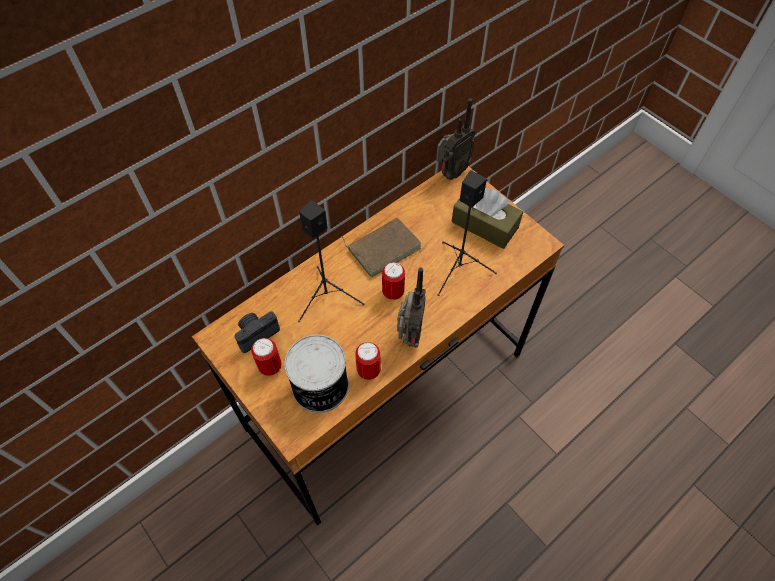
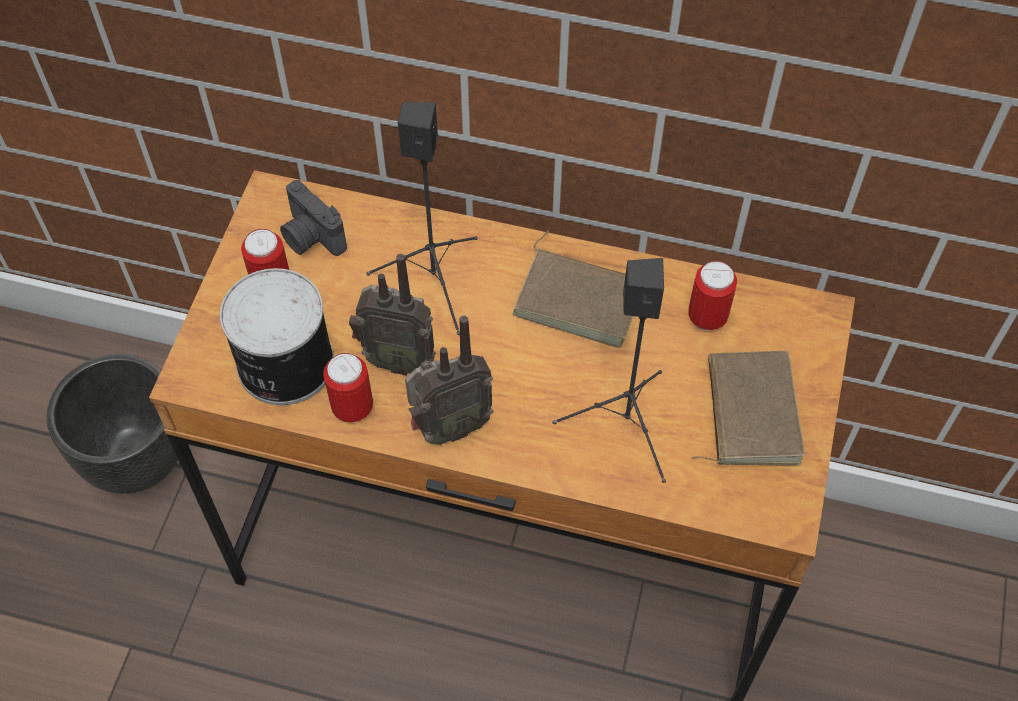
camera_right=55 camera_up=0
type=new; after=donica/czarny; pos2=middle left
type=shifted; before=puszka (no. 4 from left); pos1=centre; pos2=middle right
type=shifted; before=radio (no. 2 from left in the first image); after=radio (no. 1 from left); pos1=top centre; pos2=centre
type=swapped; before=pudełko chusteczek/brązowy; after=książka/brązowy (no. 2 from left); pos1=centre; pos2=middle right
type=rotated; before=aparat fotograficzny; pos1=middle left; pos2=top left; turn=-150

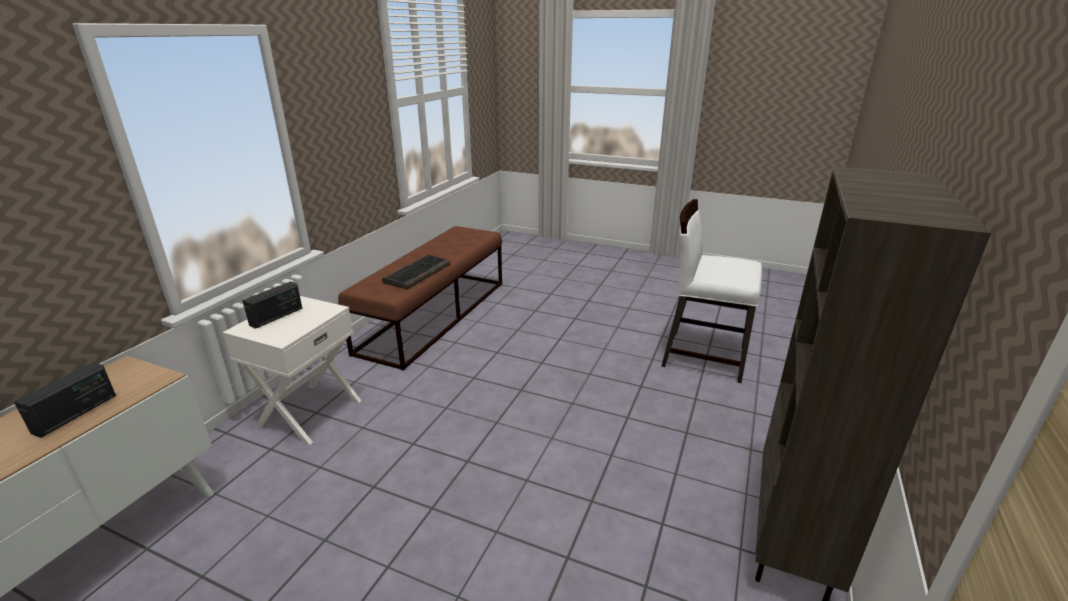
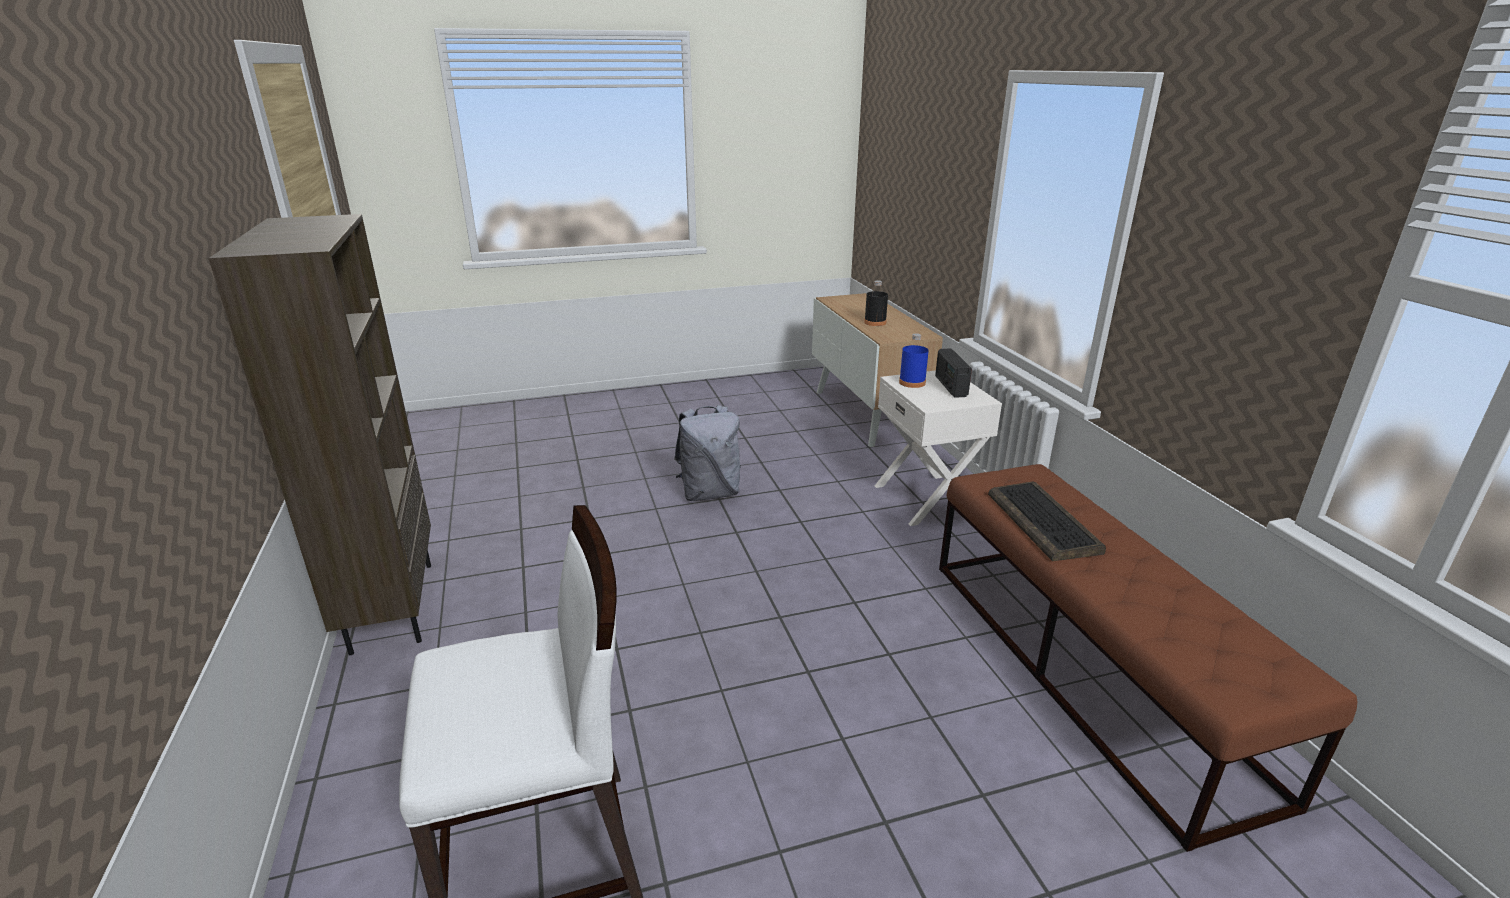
camera_right=140 camera_up=0
type=new; after=plecak/szary; pos2=centre
type=new; after=butelka/niebieski; pos2=centre
type=swapped; before=radio (no. 1 from left); after=butelka/czarny; pos1=middle left; pos2=centre

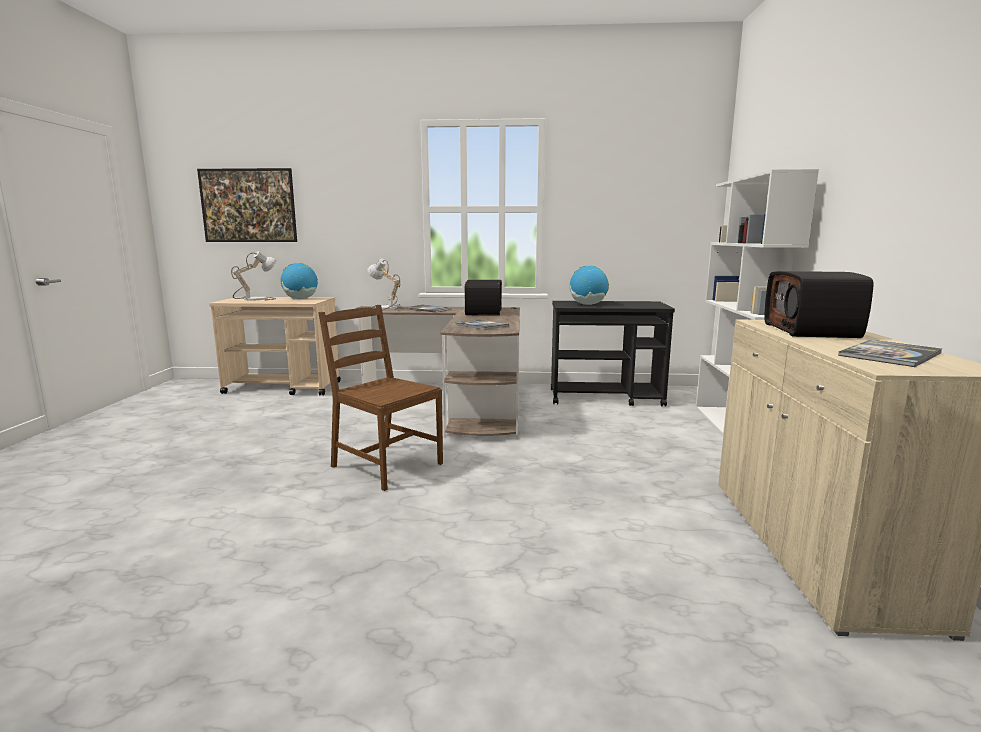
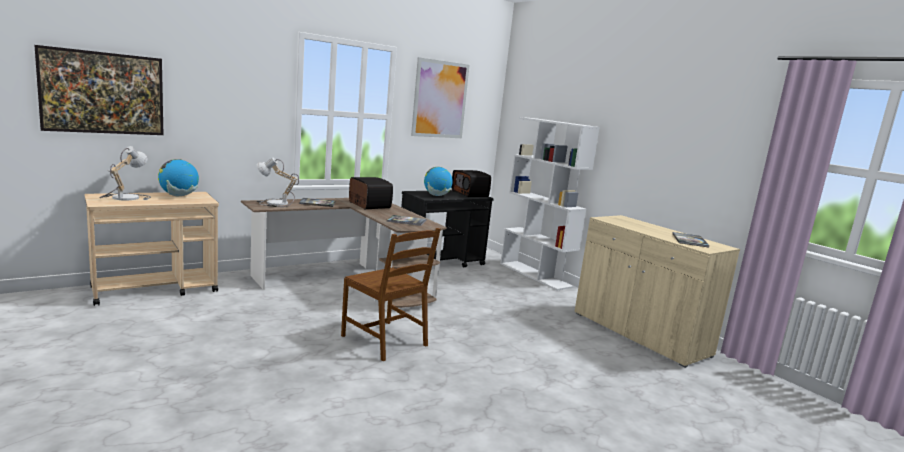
camera_right=-40 camera_up=0
type=new; after=obraz (no. 2 from left); pos2=top centre
type=shifted; before=radio (no. 2 from left); pos1=middle right; pos2=centre
type=rotated; before=krzesło/brązowy; pos1=centre; pos2=centre; turn=-135

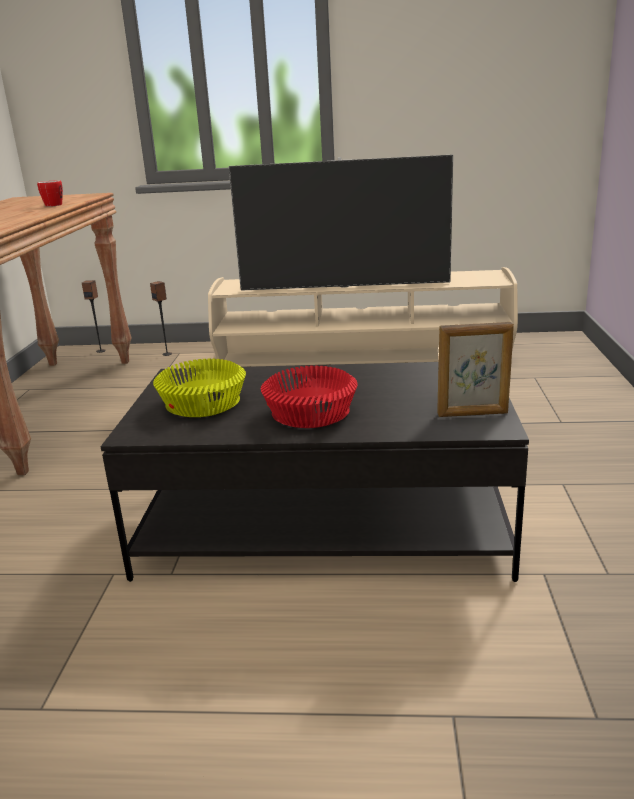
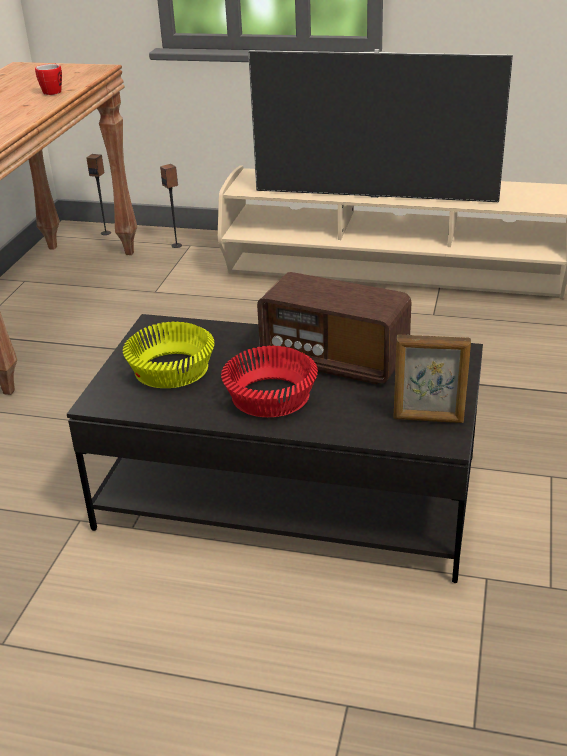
camera_right=10 camera_up=10
type=new; after=radio; pos2=centre

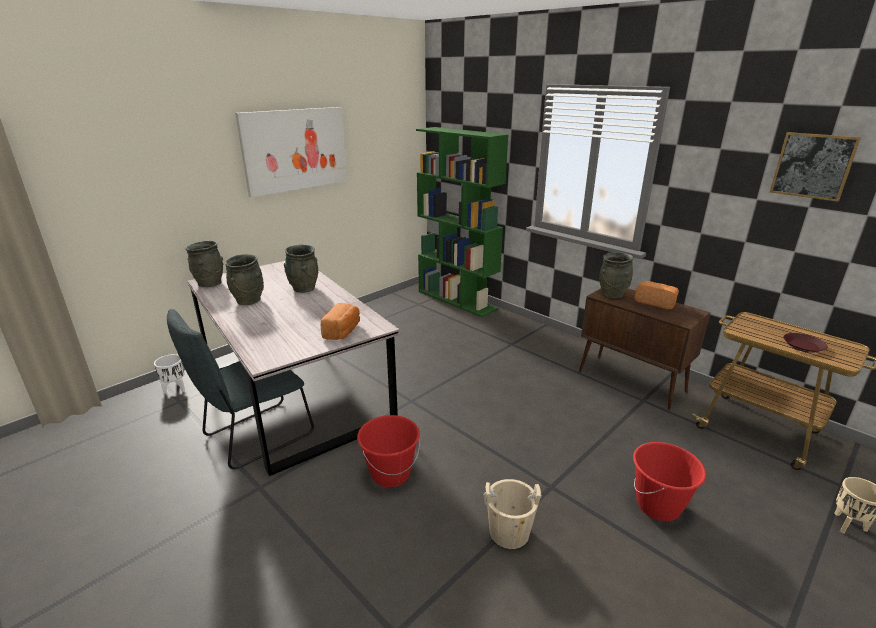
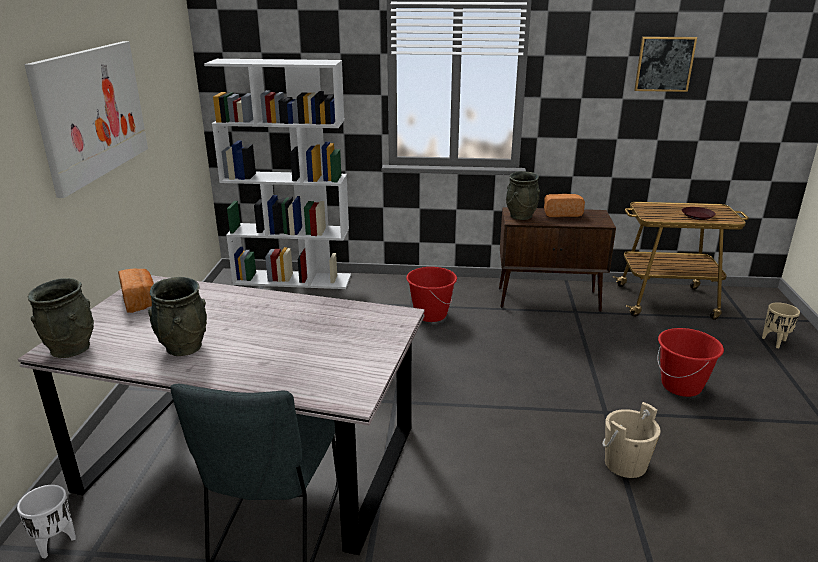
camera_right=-40 camera_up=0
type=gone; before=wazon/szary (no. 3 from left); pos1=centre
type=shifted; before=chleb (no. 1 from left); pos1=centre; pos2=middle left
type=shifted; before=wiadro/czerwony (no. 1 from left); pos1=bottom centre; pos2=centre
type=repainted; before=regał/zielony; after=regał/biały; pos1=centre; pos2=top centre

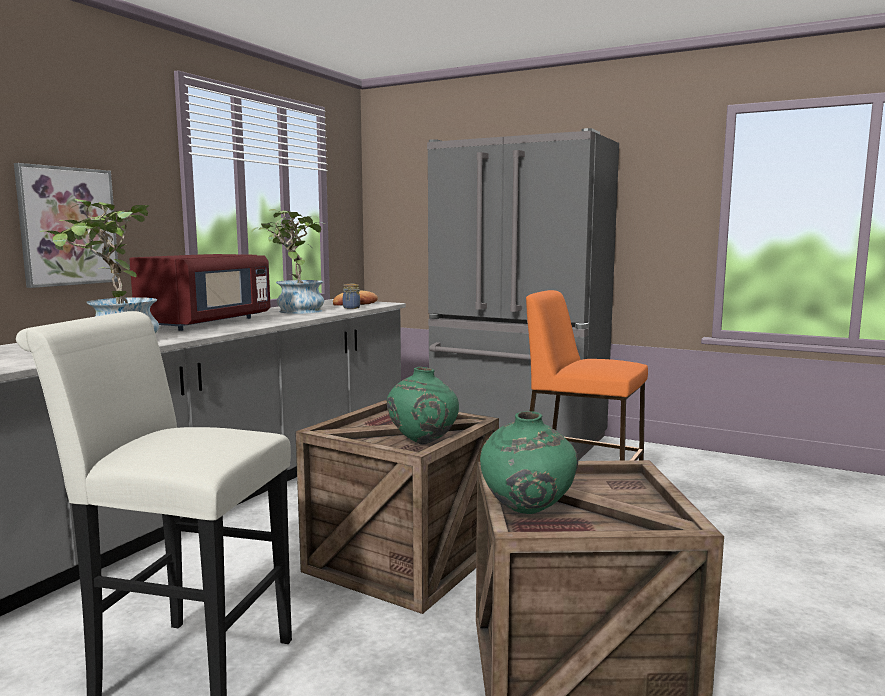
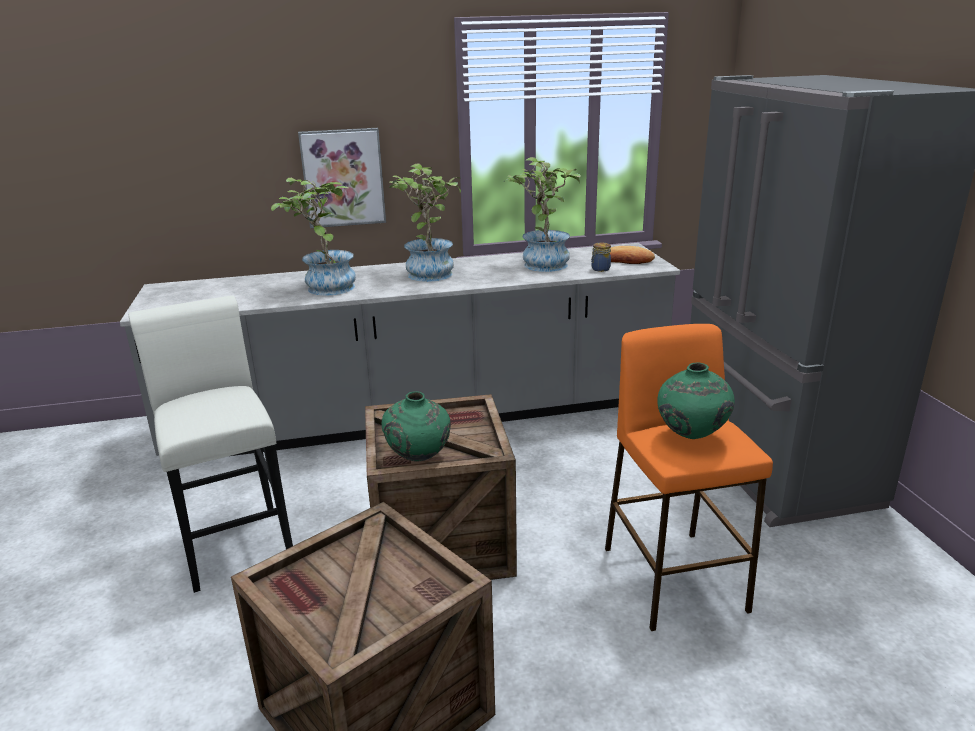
camera_right=50 camera_up=15
type=shifted; before=wazon/zielony (no. 2 from left); pos1=centre; pos2=middle right
type=swapped; before=mikrofalówka/czerwony; after=roślina doniczkowa (no. 2 from left); pos1=middle left; pos2=top centre

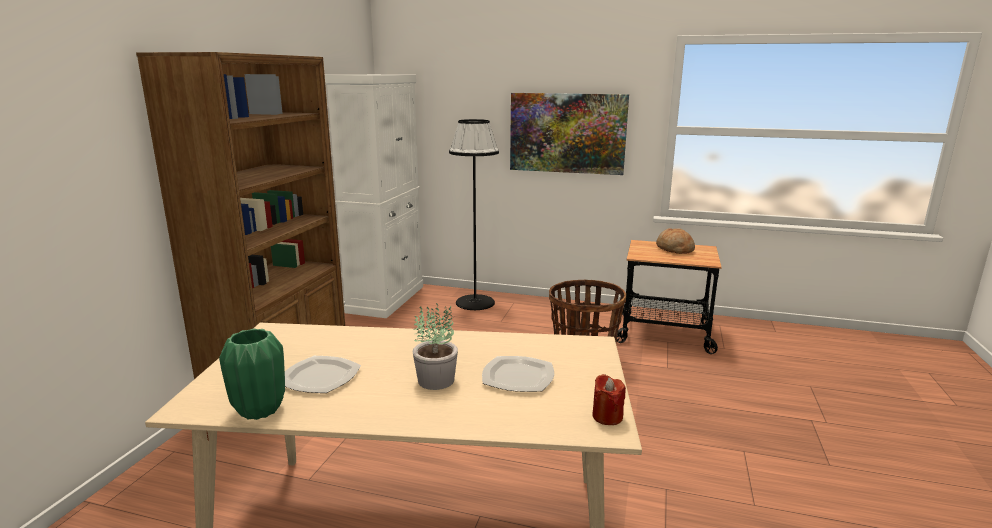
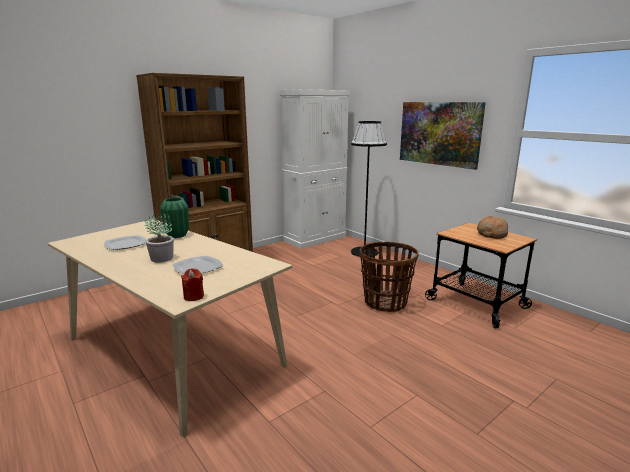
camera_right=35 camera_up=0
type=shifted; before=wazon/zielony; pos1=bottom left; pos2=middle left

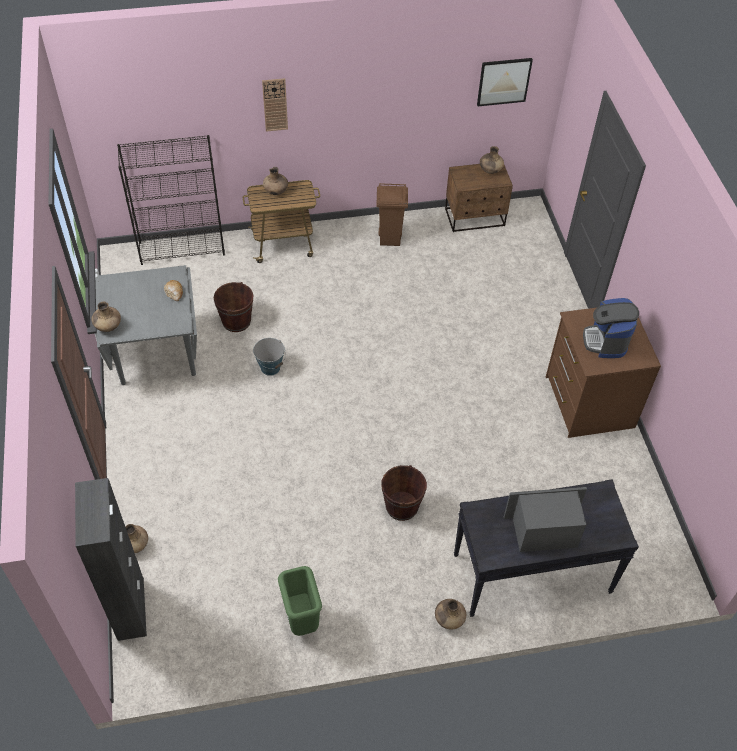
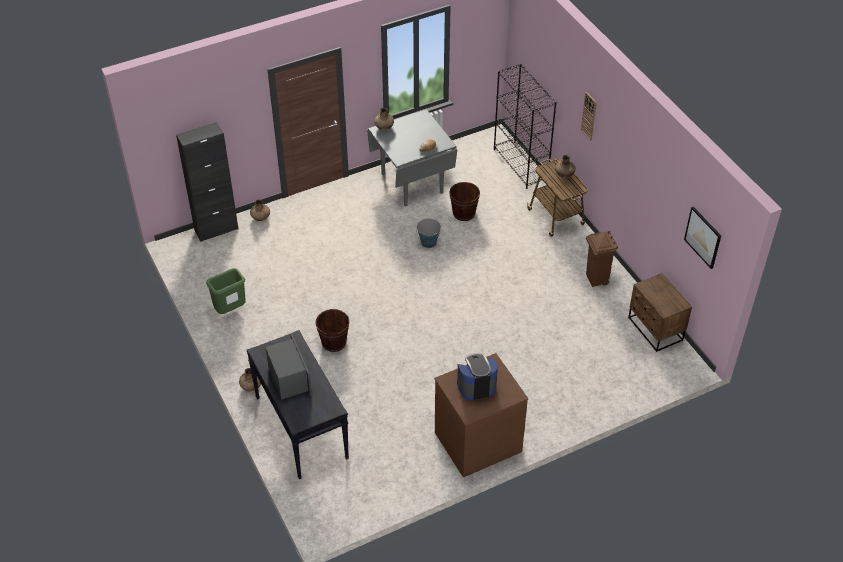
camera_right=75 camera_up=-5
type=gone; before=wazon/brązowy (no. 5 from left); pos1=top right

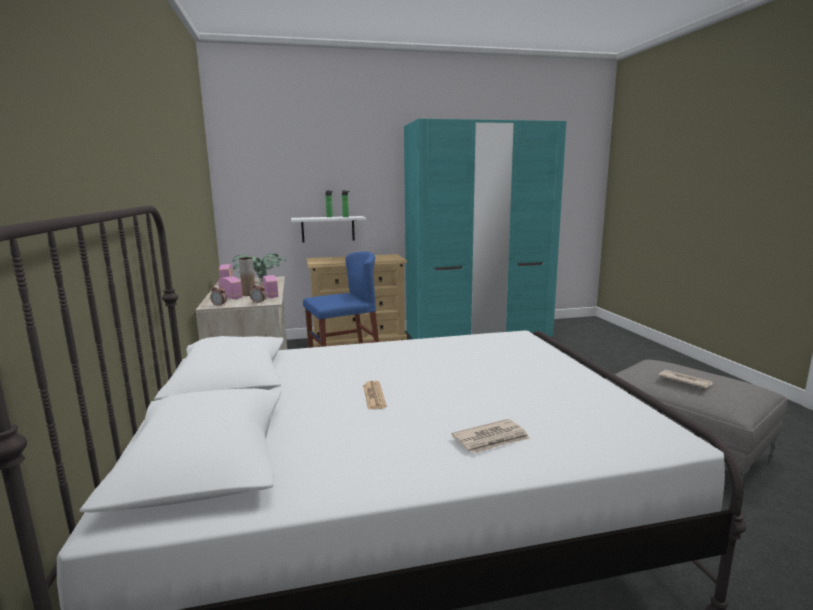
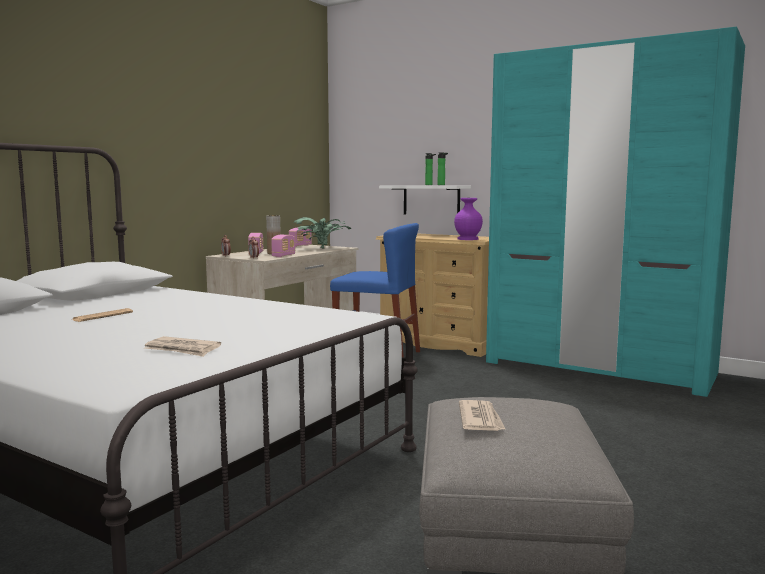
camera_right=45 camera_up=-5
type=new; after=wazon/fioletowy; pos2=centre
type=shifted; before=gazeta (no. 2 from left); pos1=bottom centre; pos2=middle left

